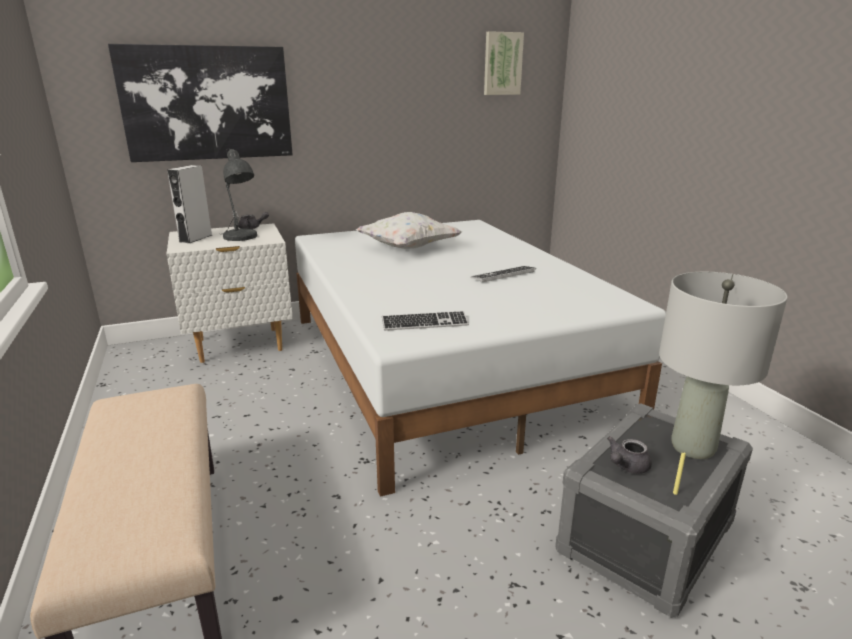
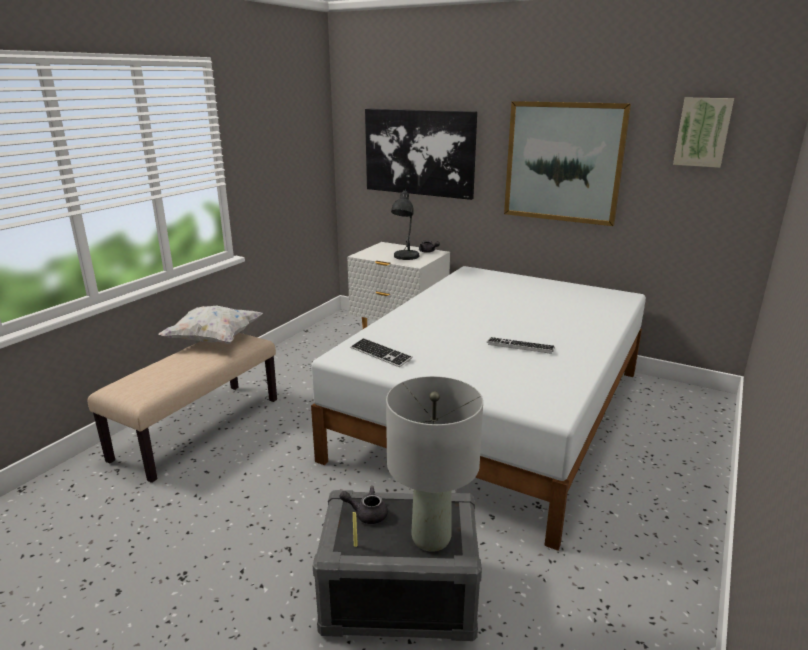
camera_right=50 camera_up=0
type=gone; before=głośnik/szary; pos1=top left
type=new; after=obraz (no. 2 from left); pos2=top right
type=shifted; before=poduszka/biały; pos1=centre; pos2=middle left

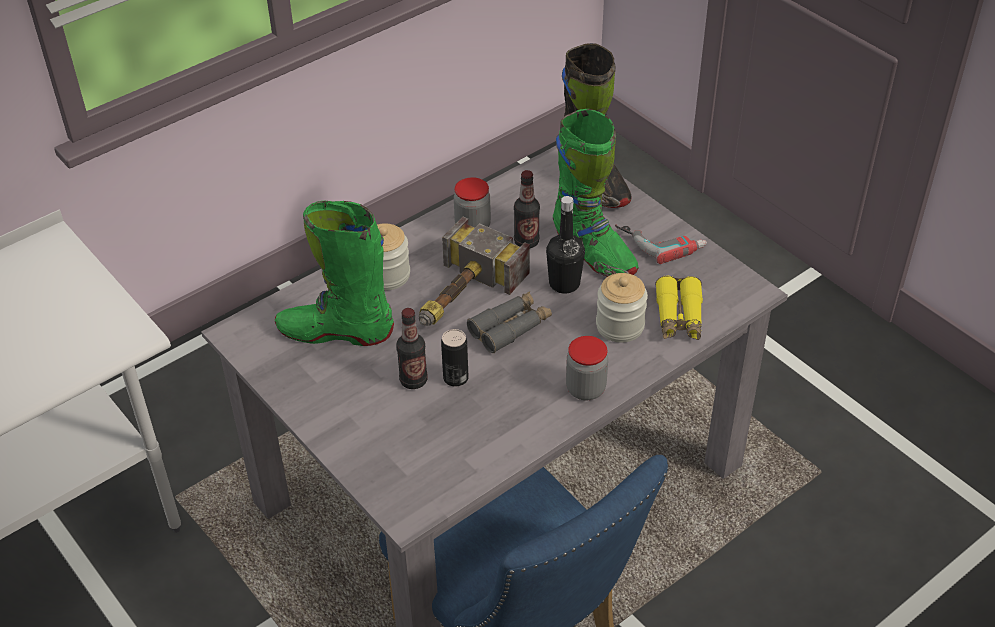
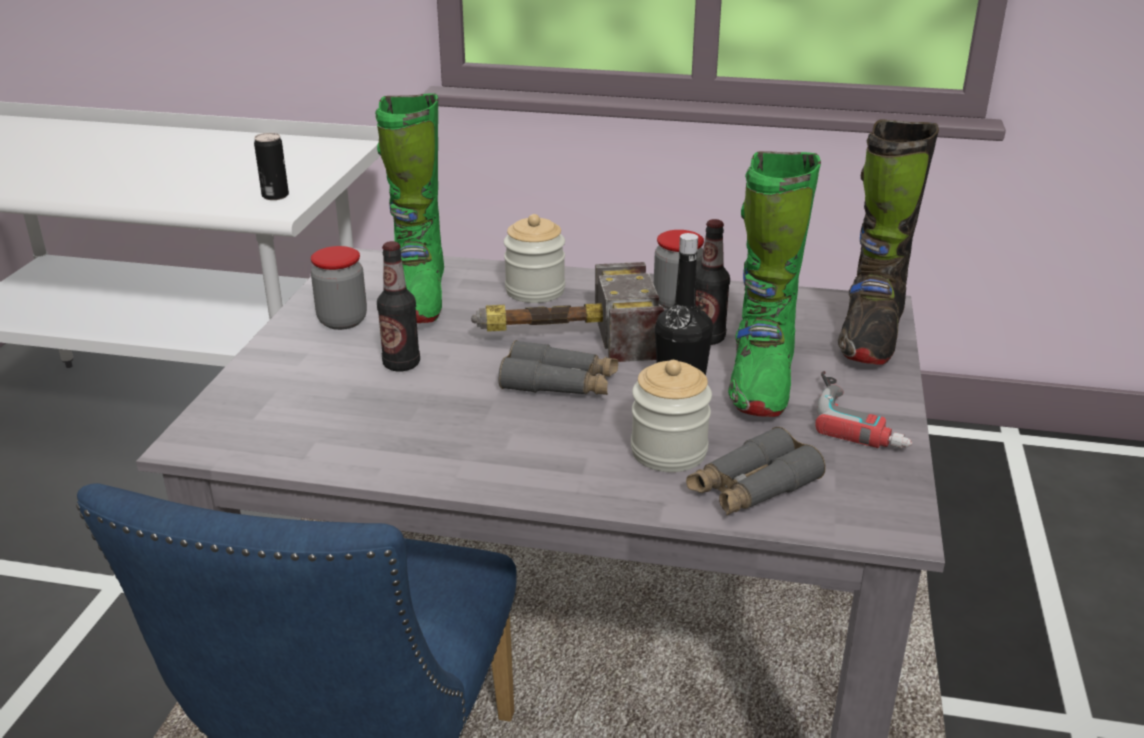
camera_right=50 camera_up=-15
type=shifted; before=puszka; pos1=centre; pos2=top left
type=shifted; before=słoik (no. 3 from left in the first image); after=słoik (no. 1 from left); pos1=centre; pos2=middle left
type=repainted; before=lornetka/żółty; after=lornetka/szary (no. 2 from left); pos1=middle right; pos2=centre
type=rotated; before=but z cholewką/zielony (no. 1 from left); pos1=centre; pos2=top centre; turn=-150

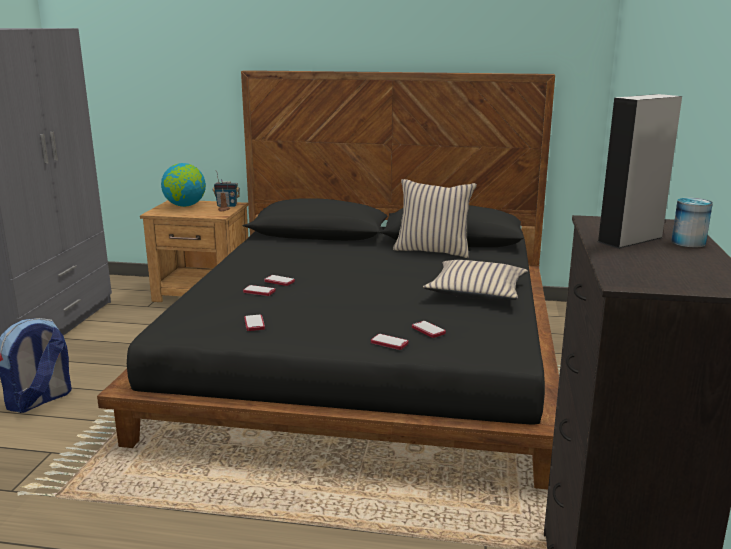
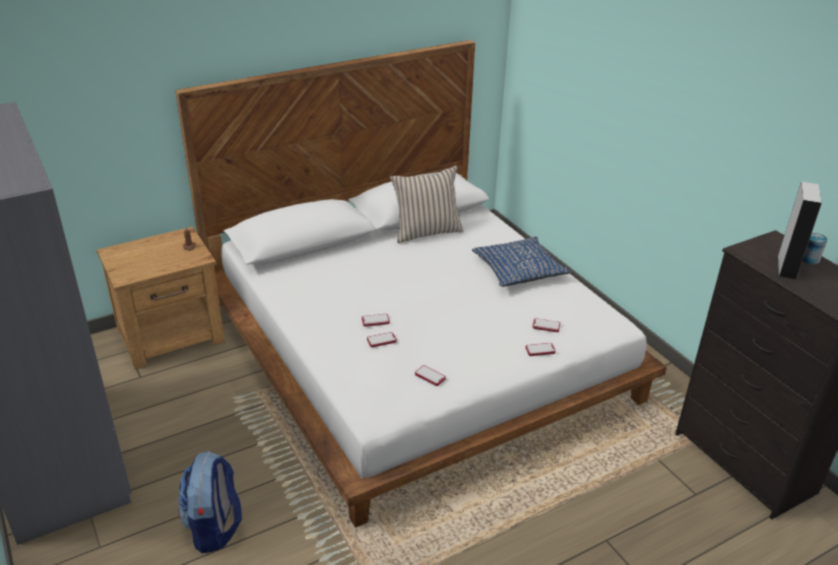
camera_right=-40 camera_up=15
type=gone; before=globus; pos1=middle left
type=gone; before=radio; pos1=middle left
type=repainted; before=łóżko/czarny; after=łóżko/biały; pos1=centre; pos2=centre
type=repainted; before=poduszka/beżowy (no. 2 from left); after=poduszka/niebieski; pos1=centre; pos2=centre

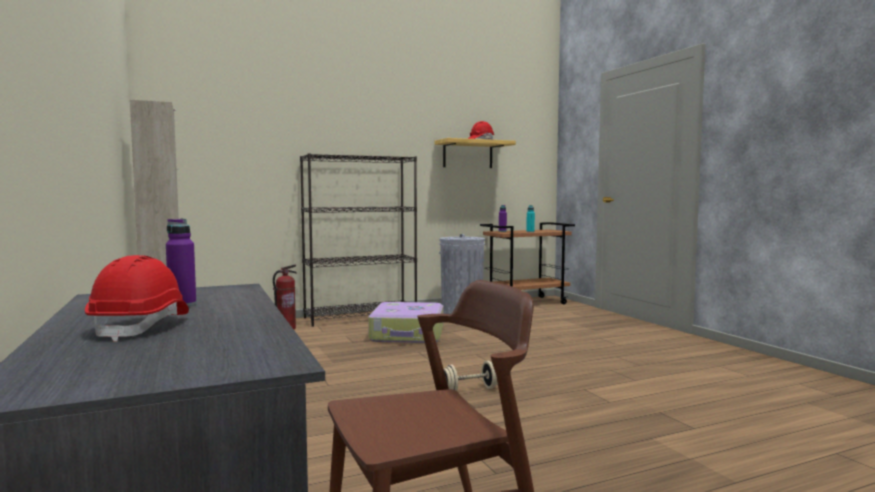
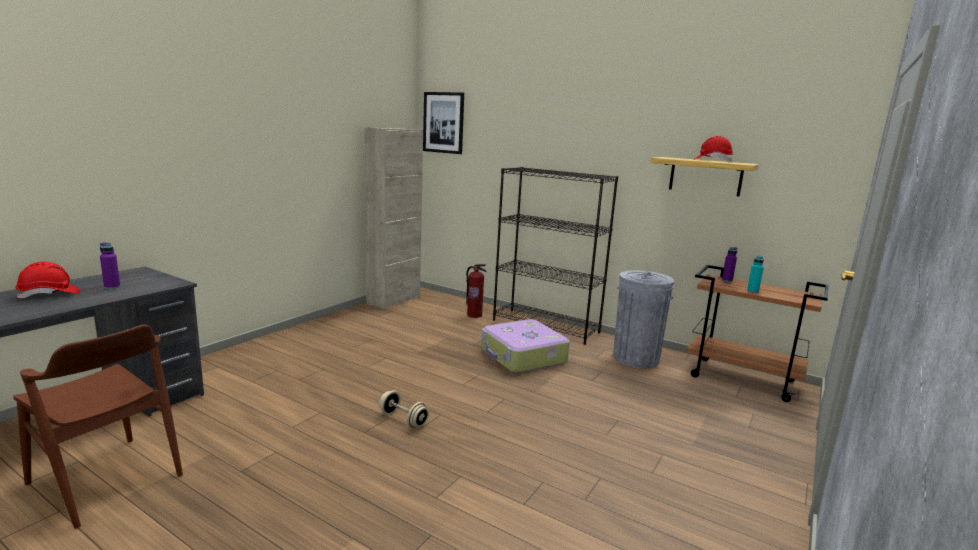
camera_right=55 camera_up=10
type=new; after=obraz; pos2=top centre

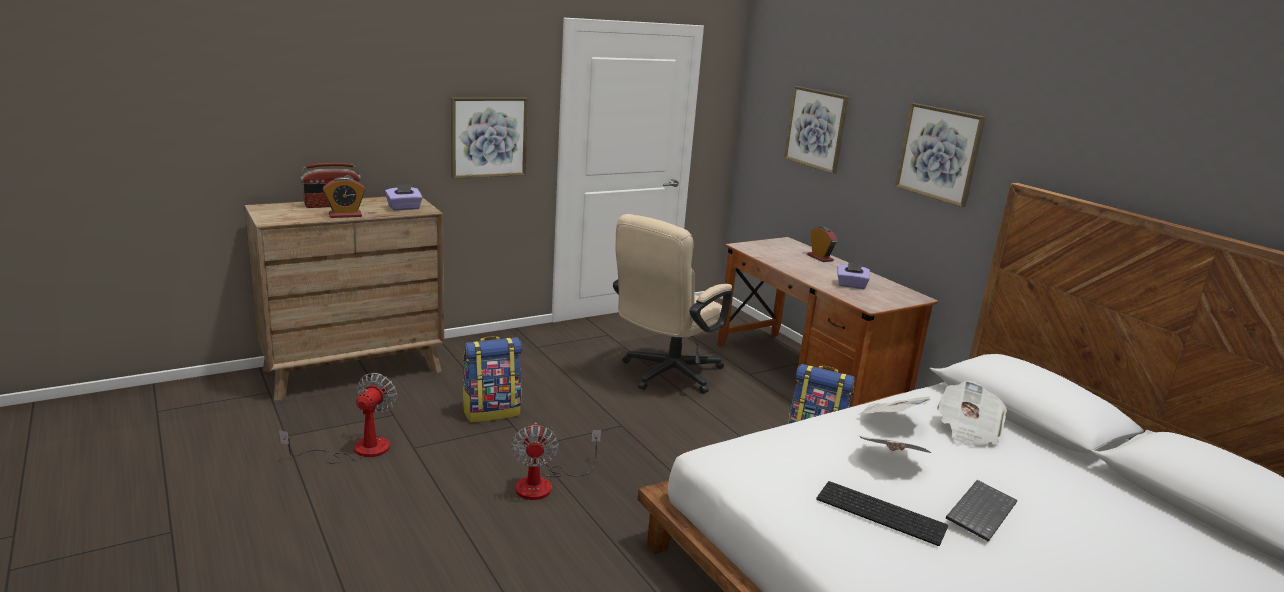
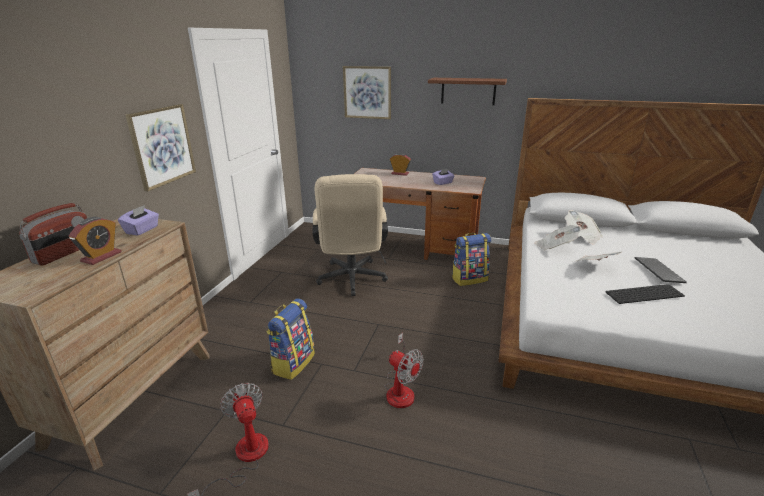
camera_right=-40 camera_up=5
type=swapped; before=obraz (no. 3 from left); after=półka/brązowy; pos1=top right; pos2=top centre

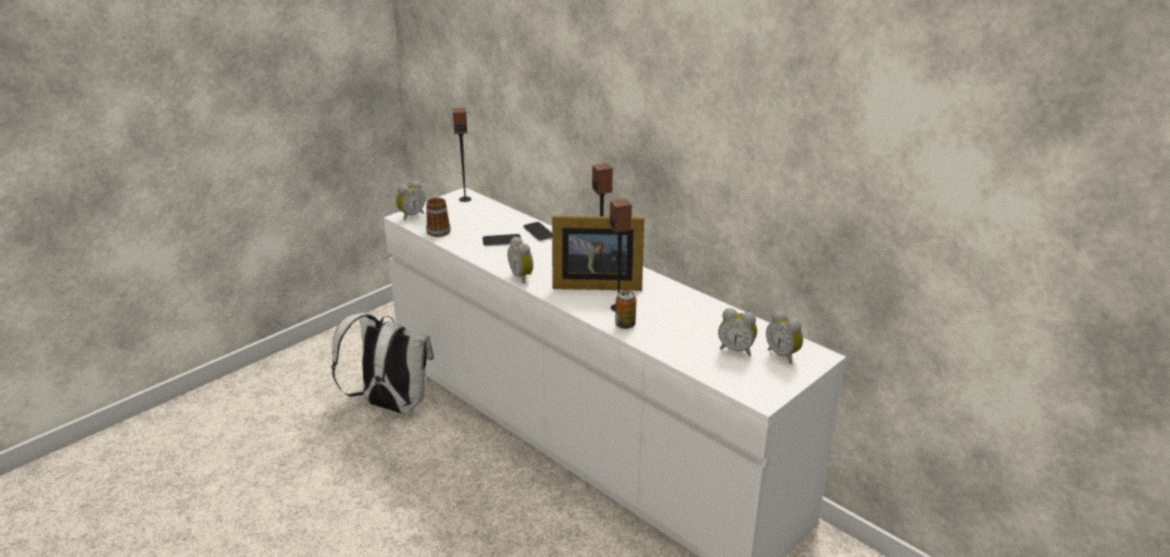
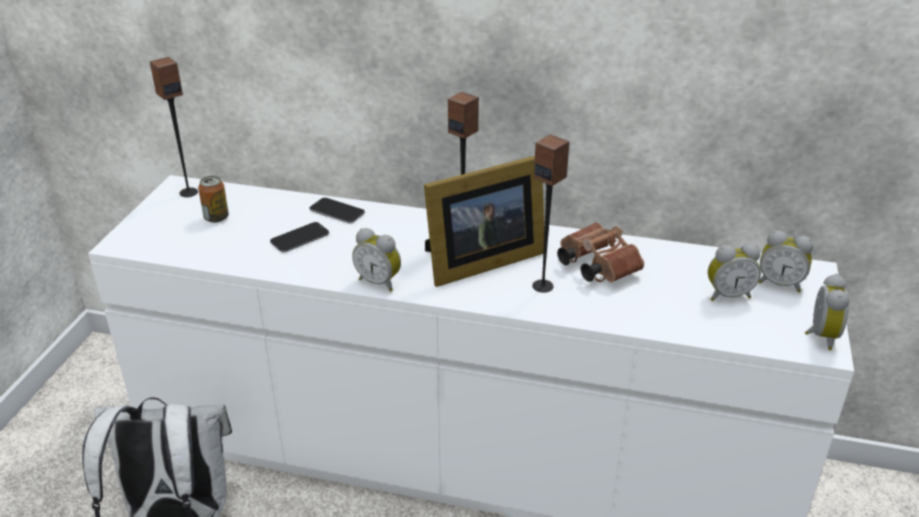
camera_right=-30 camera_up=5
type=gone; before=kubek; pos1=centre
type=new; after=lornetka/brązowy; pos2=centre
type=shifted; before=budzik (no. 1 from left in the first image); after=budzik (no. 4 from left); pos1=centre; pos2=middle right
type=shifted; before=puszka; pos1=centre; pos2=middle left

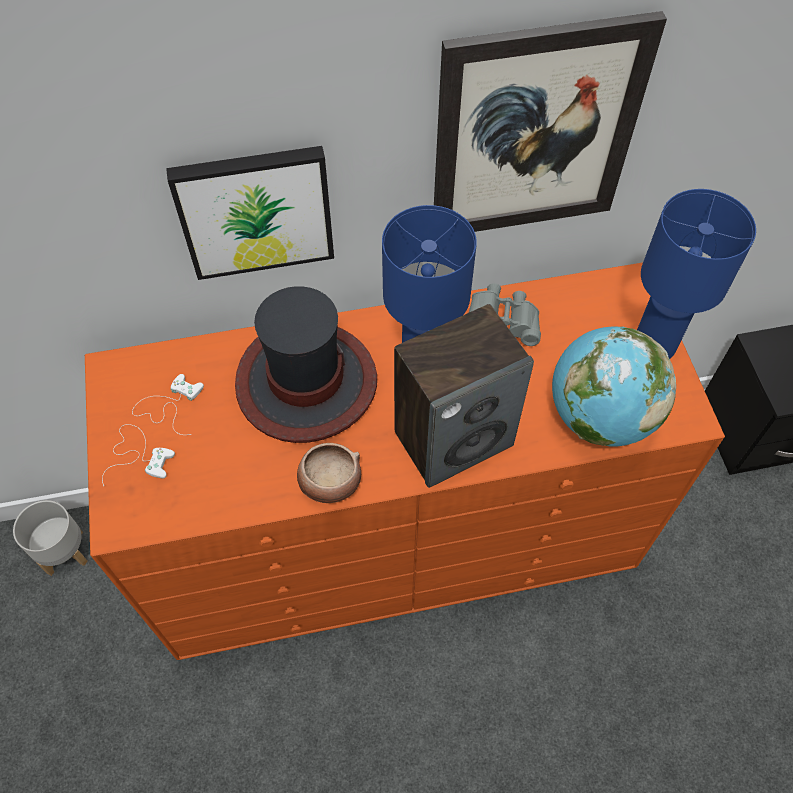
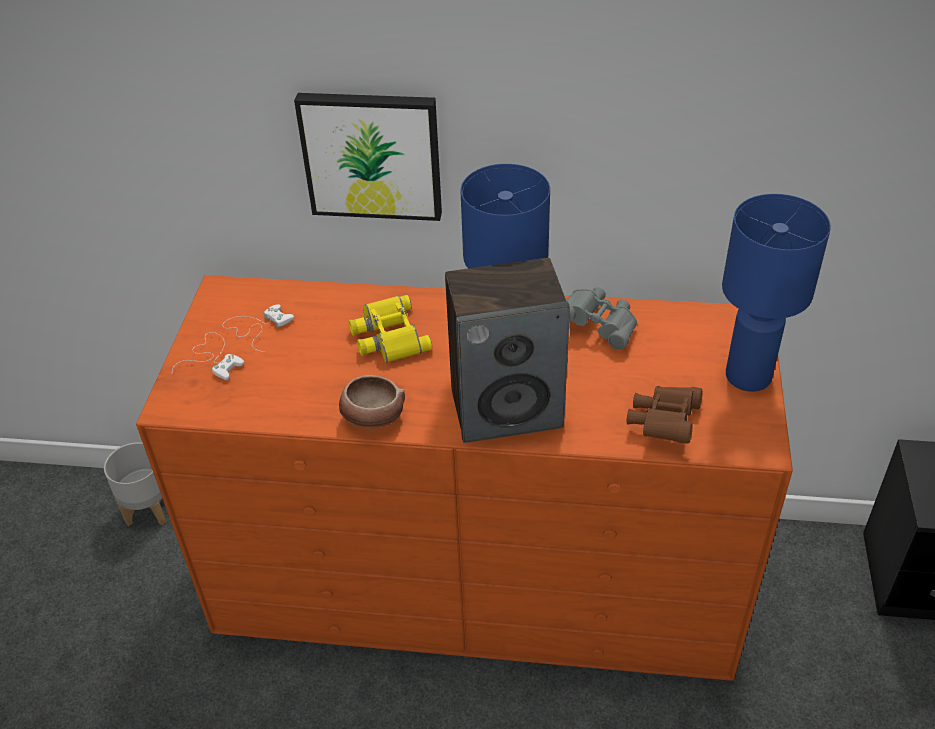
camera_right=20 camera_up=-15
type=gone; before=obraz (no. 2 from left); pos1=top right
type=swapped; before=kapelusz; after=lornetka/żółty; pos1=centre; pos2=centre
type=swapped; before=globus; after=lornetka/brązowy; pos1=middle right; pos2=middle right

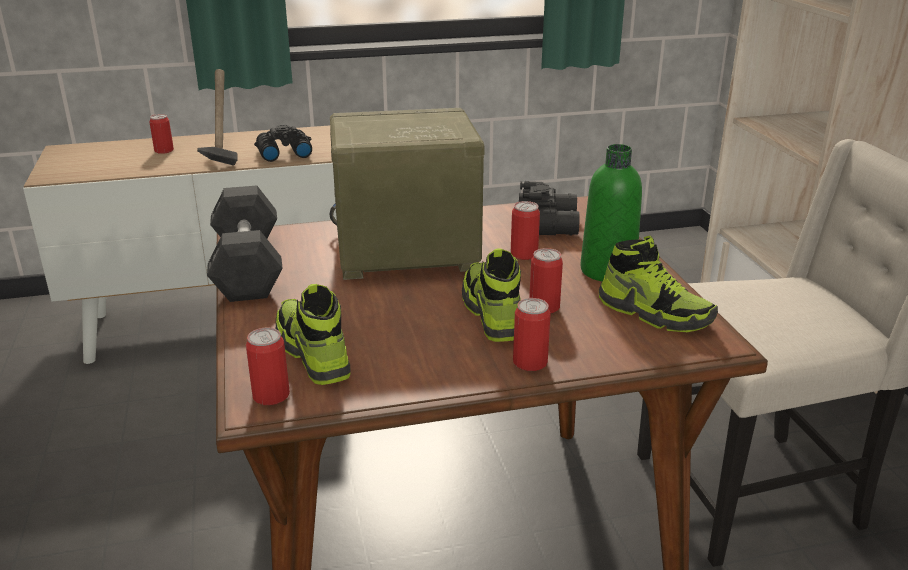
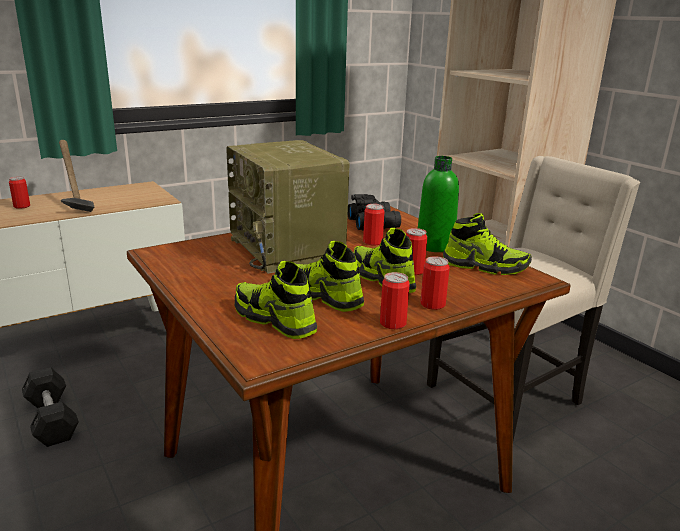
camera_right=-20 camera_up=-5
type=gone; before=lornetka/czarny (no. 1 from left); pos1=top left
type=new; after=but (no. 2 from left); pos2=centre
type=shifted; before=hantel/szary; pos1=middle left; pos2=bottom left
type=shifted; before=puszka (no. 2 from left in the first image); after=puszka (no. 3 from left); pos1=middle left; pos2=centre
type=rotated; before=radio; pos1=centre; pos2=centre; turn=-90

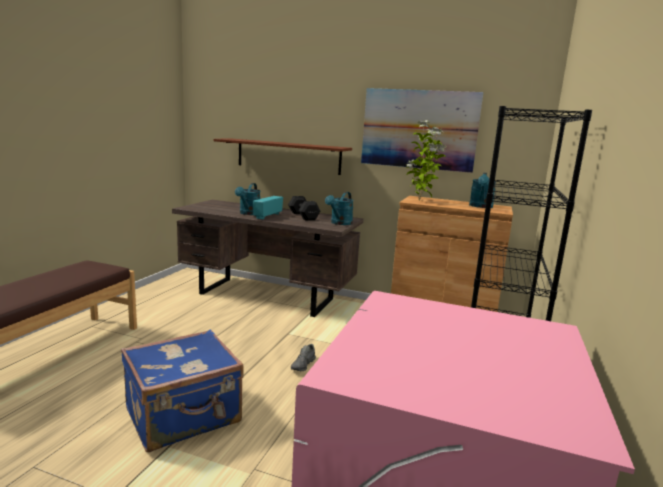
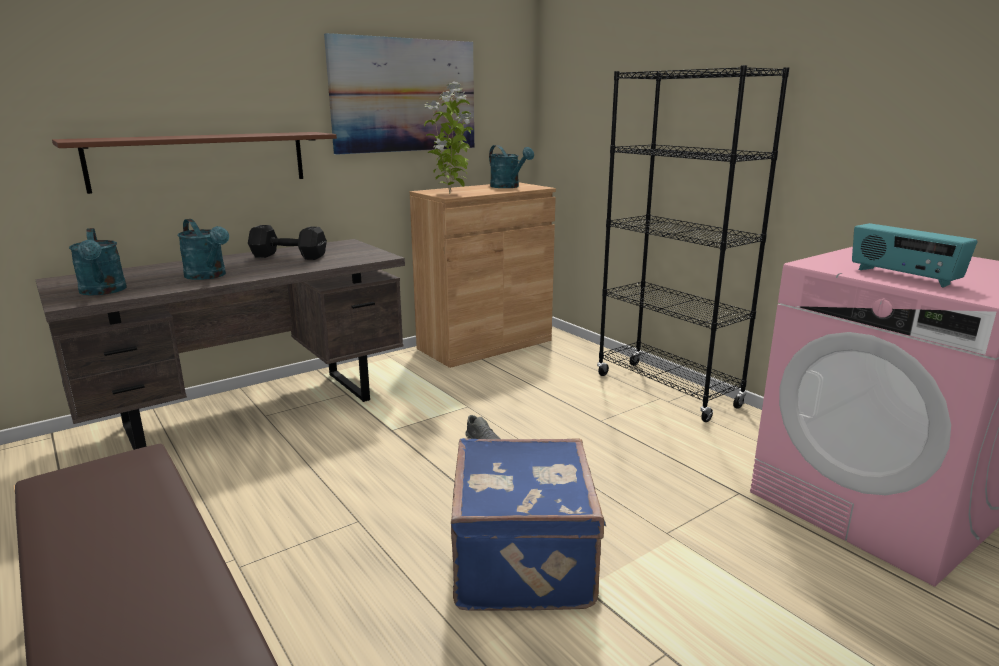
camera_right=-55 camera_up=5
type=shifted; before=radio; pos1=centre; pos2=middle right
type=shifted; before=konewka/turkusowy (no. 2 from left in the first image); after=konewka/turkusowy (no. 1 from left); pos1=centre; pos2=middle left

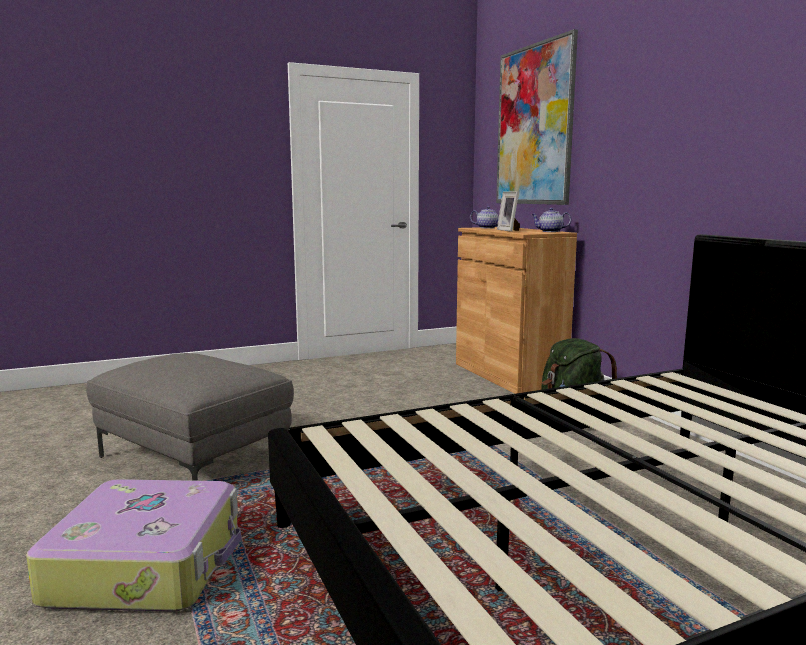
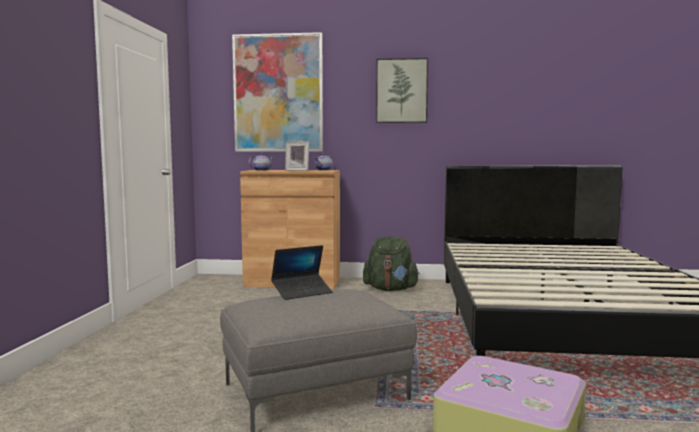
camera_right=-60 camera_up=-5
type=new; after=laptop; pos2=centre
type=new; after=obraz (no. 2 from left); pos2=top centre

